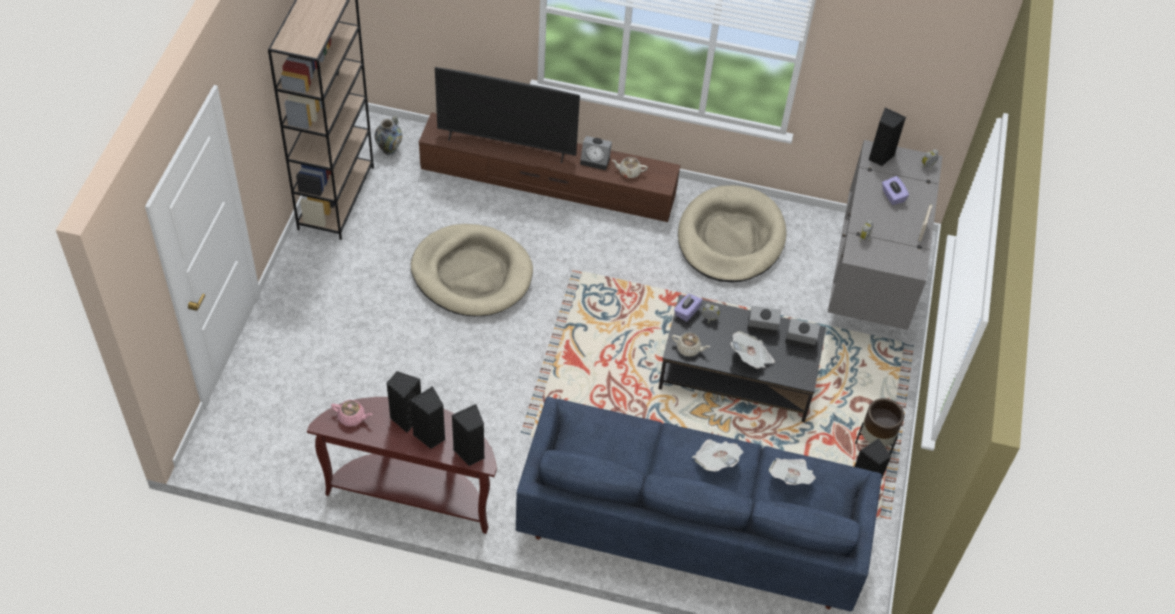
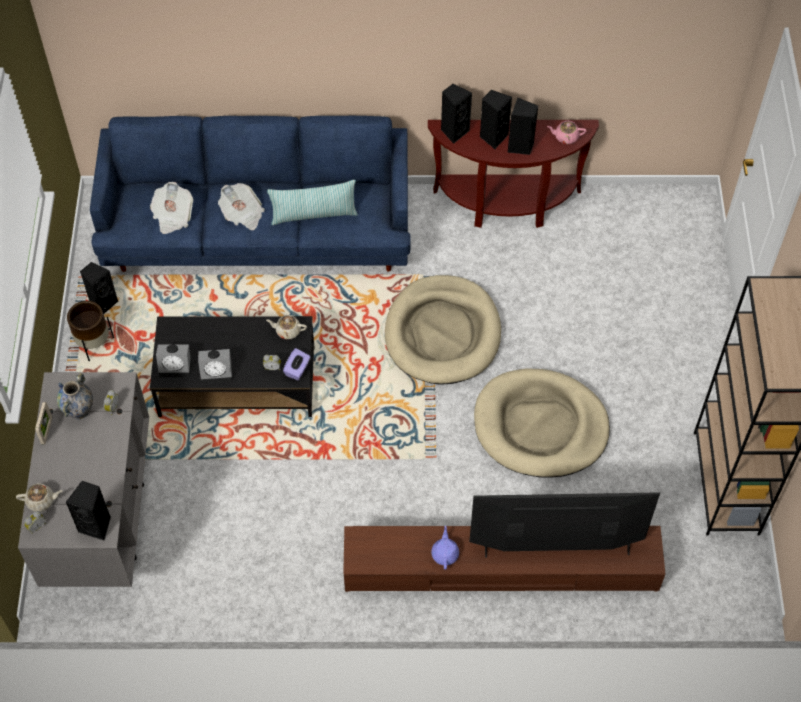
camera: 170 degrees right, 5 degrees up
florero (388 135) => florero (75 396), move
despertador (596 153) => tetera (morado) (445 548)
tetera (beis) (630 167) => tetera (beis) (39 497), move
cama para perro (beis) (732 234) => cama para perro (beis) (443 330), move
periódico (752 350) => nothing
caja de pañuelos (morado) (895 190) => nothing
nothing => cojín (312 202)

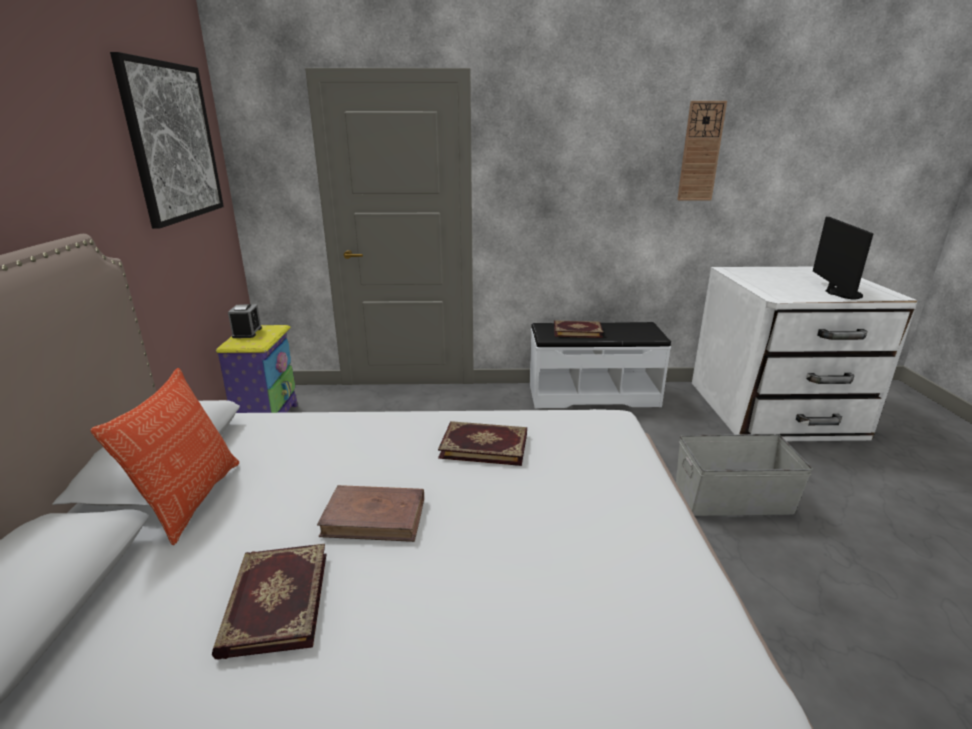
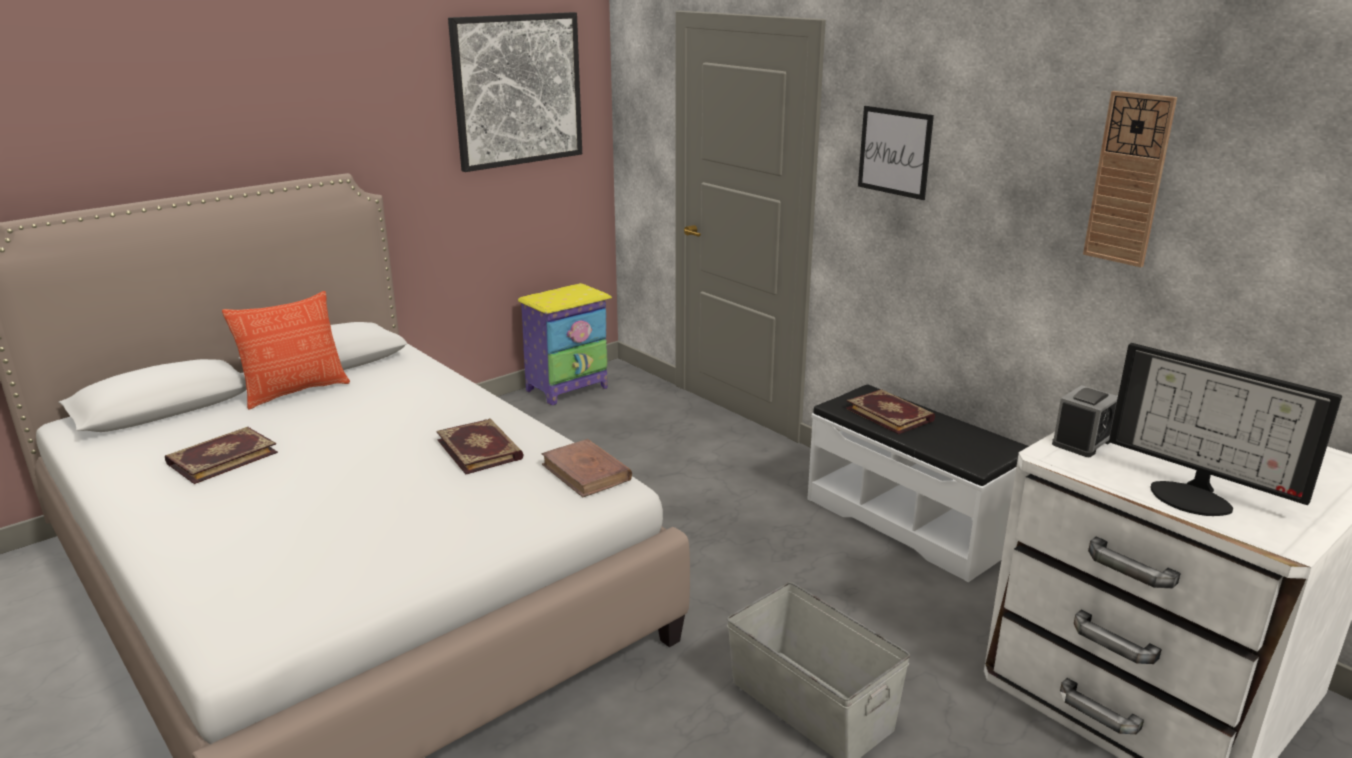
camera: 50 degrees right, 0 degrees up
despertador (245 321) => despertador (1085 421), move
libro (marrón) (370 513) => libro (marrón) (586 468), move
monitor (843 258) => monitor (1225 429), 75 degrees clockwise
nothing => cuadro (896 153)

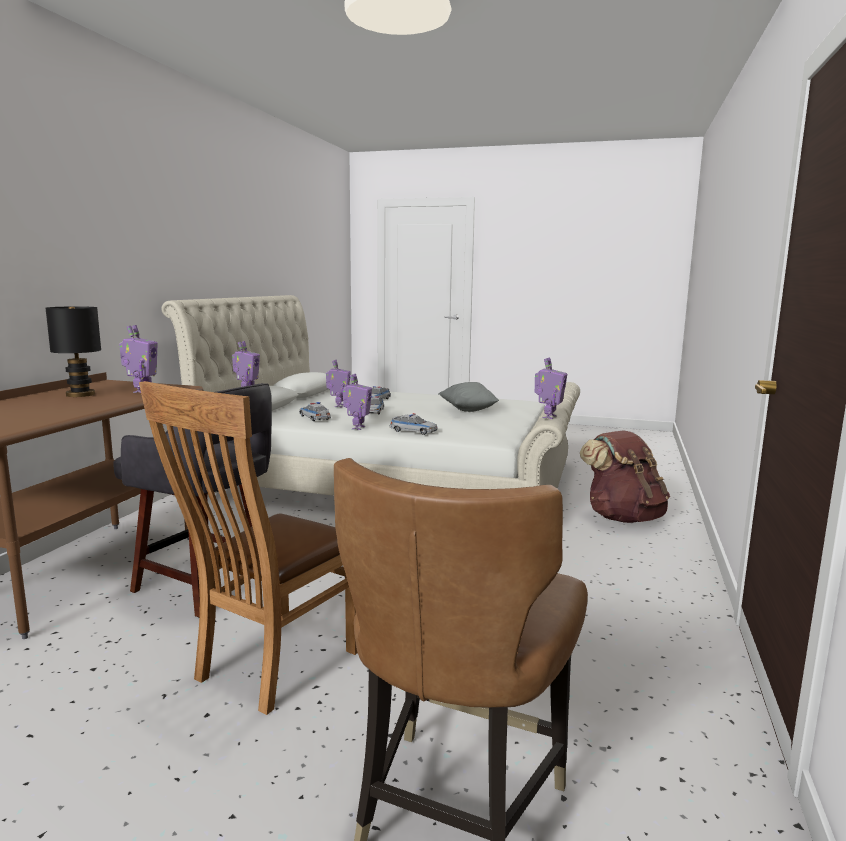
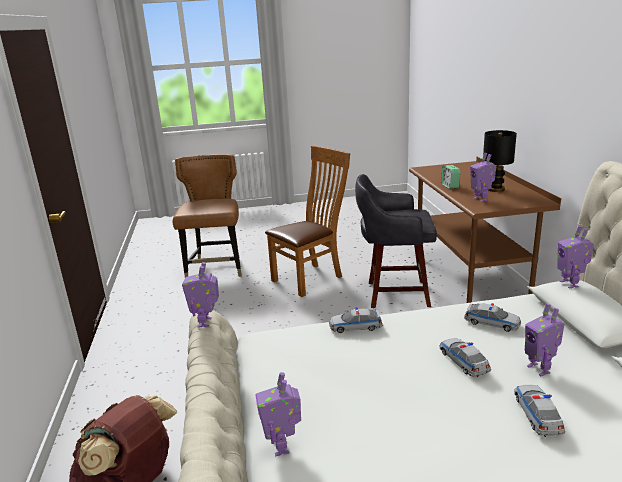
camera: 155 degrees right, 10 degrees up
silla (marrón) (248 548) => silla (marrón) (307 221), 45 degrees clockwise
robot de juguete (357 402) => robot de juguete (278 414), move
cojín (gris) (469 397) => nothing
nothing => despertador (451 177)

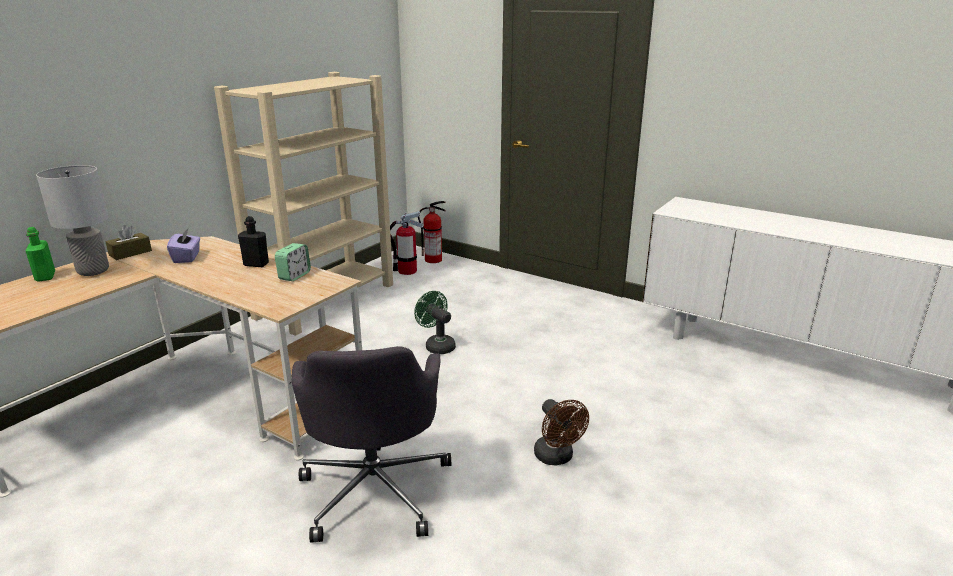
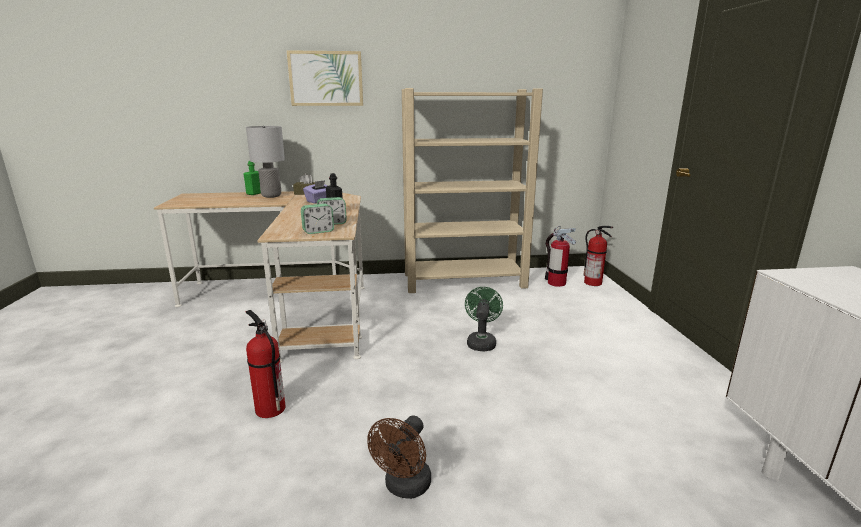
camera: 50 degrees right, 5 degrees down
silla de oficina (gris) (371 444) => extintor (266 364)
nothing => cuadro (325 78)
nothing => despertador (317 219)

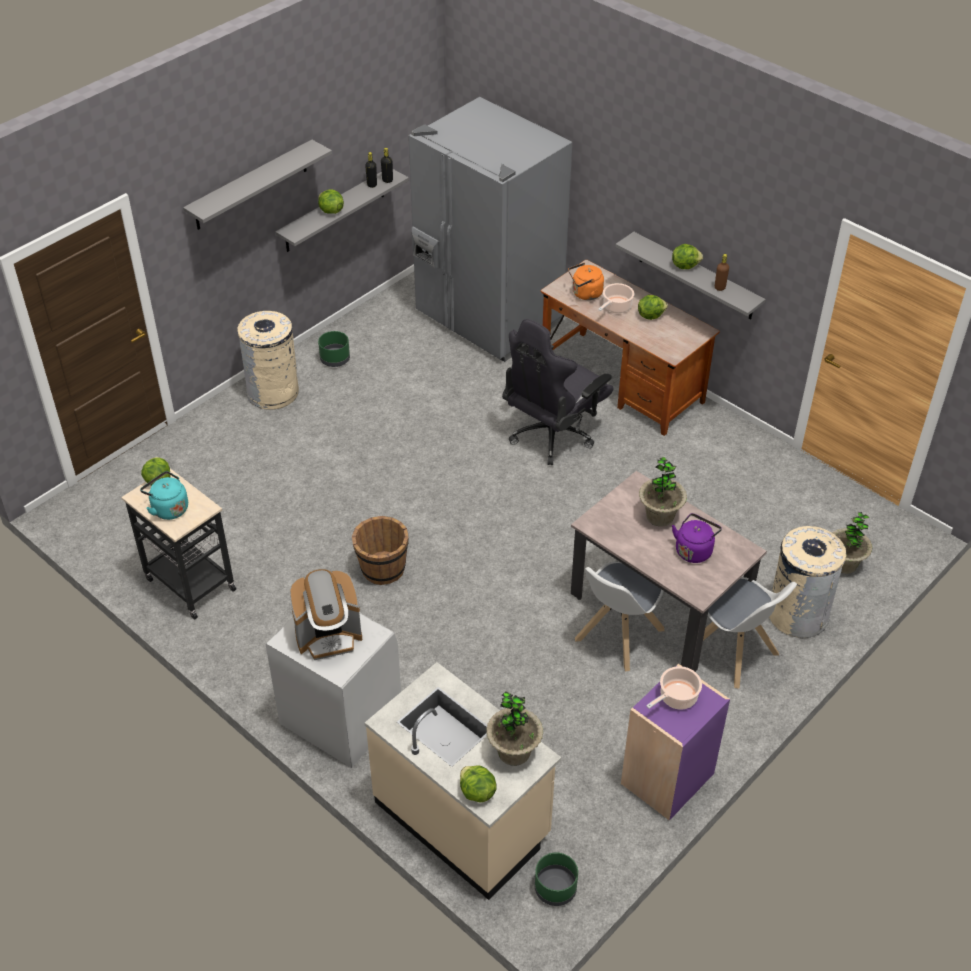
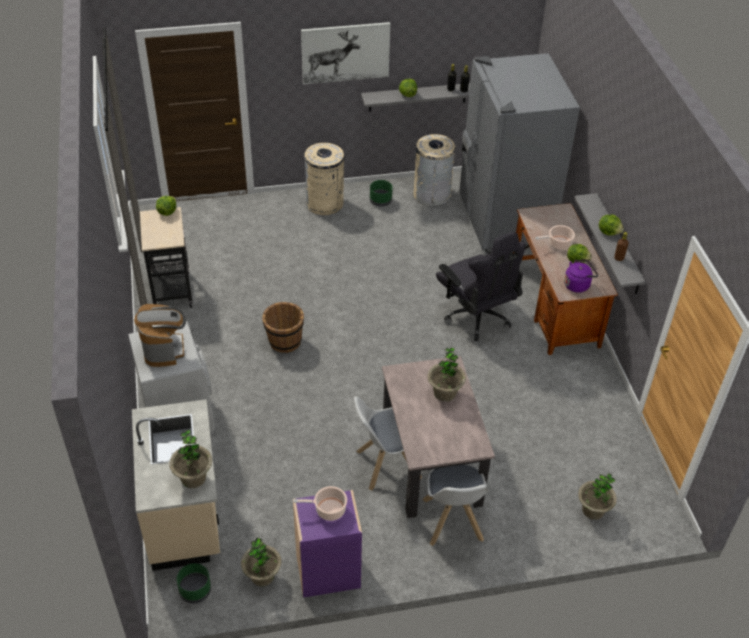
camera: 35 degrees right, 0 degrees up
hervidor (turquesa) (164 495) => nothing
estante (gris) (257 185) => cuadro (345 53)
cafetera (325 614) => cafetera (160 335), 120 degrees counterclockwise
lechuga (478 784) => nothing
silla de oficina (negro) (558 392) => silla de oficina (negro) (481 287), 105 degrees counterclockwise
hervidor (naranja) (586 281) => nothing
hervidor (morado) (697 538) => hervidor (morado) (581 276), move
papelera (beis) (807 582) => papelera (beis) (434 170), move
nothing => planta en maceta (261 561)

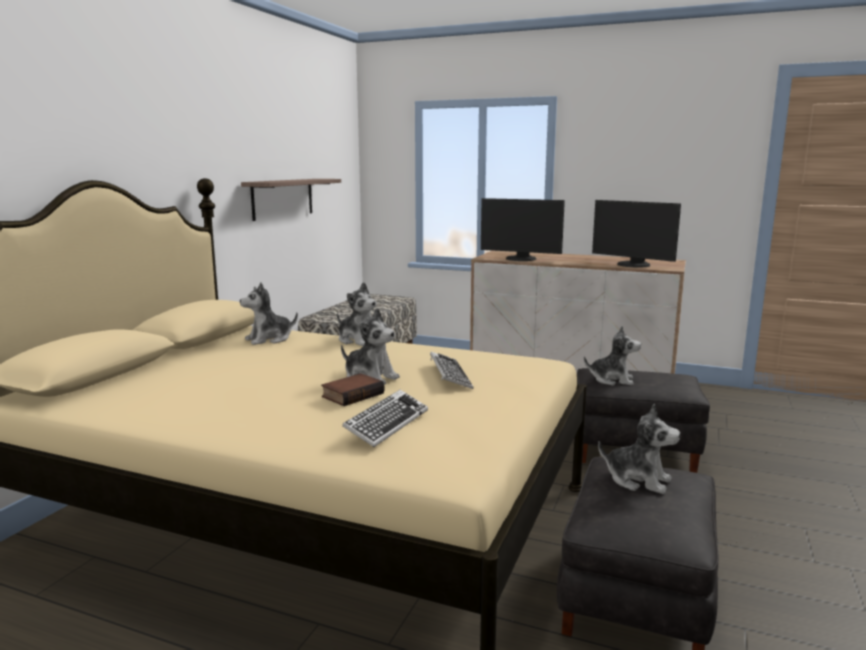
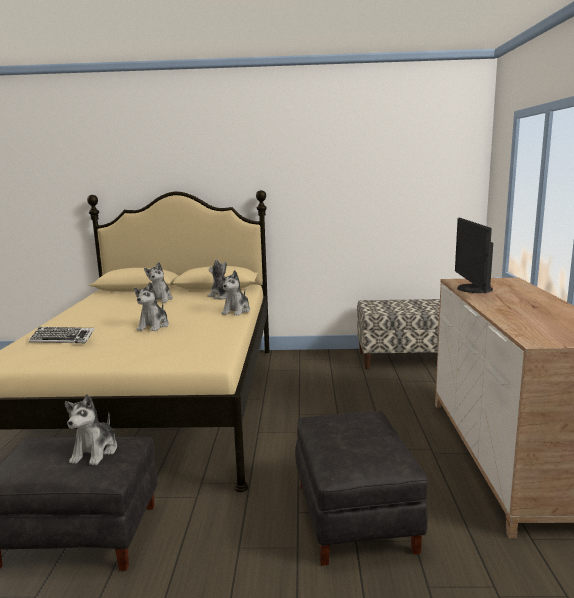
camera: 70 degrees right, 0 degrees up
estante (291 200) => nothing
libro (353 389) => nothing
teclado (451 370) => nothing
peluche (612 356) => peluche (158 282), move
monitor (636 234) => nothing

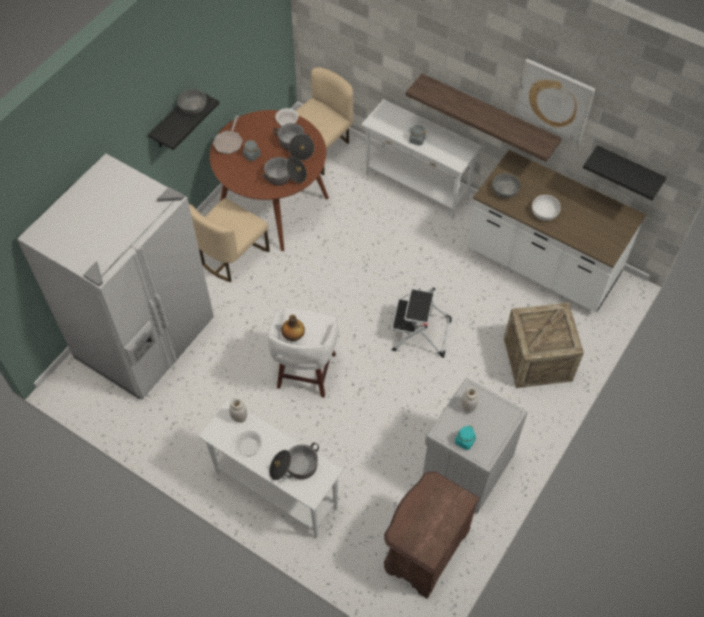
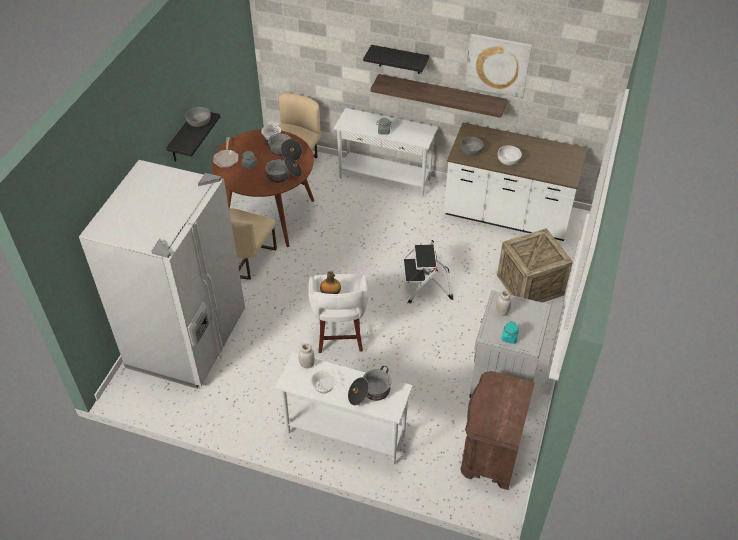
camera: 15 degrees left, 10 degrees down
estante (negro) (625 173) => estante (negro) (396 59), move

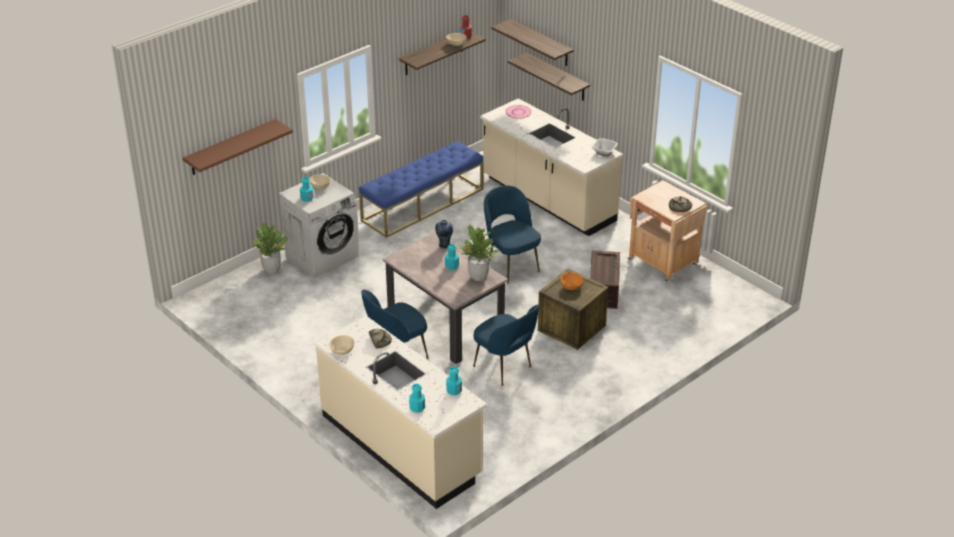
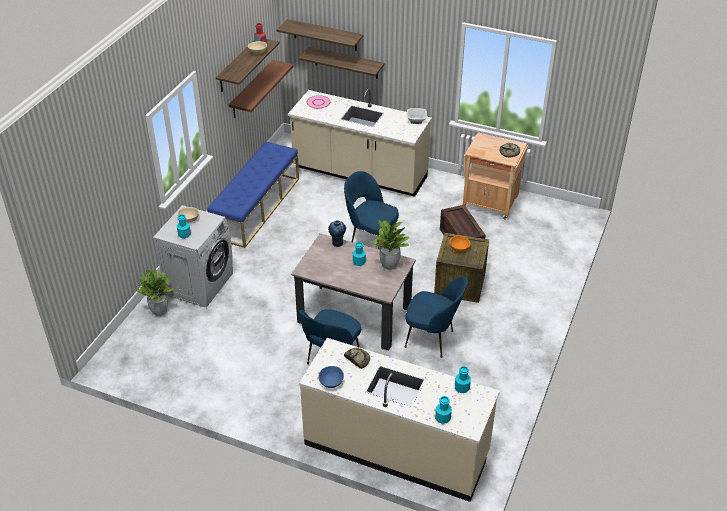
camera: 25 degrees left, 5 degrees up
estante (marrón) (238 147) => estante (marrón) (261 89), move
cuenco (beis) (342 345) => cuenco (azul) (331 377)

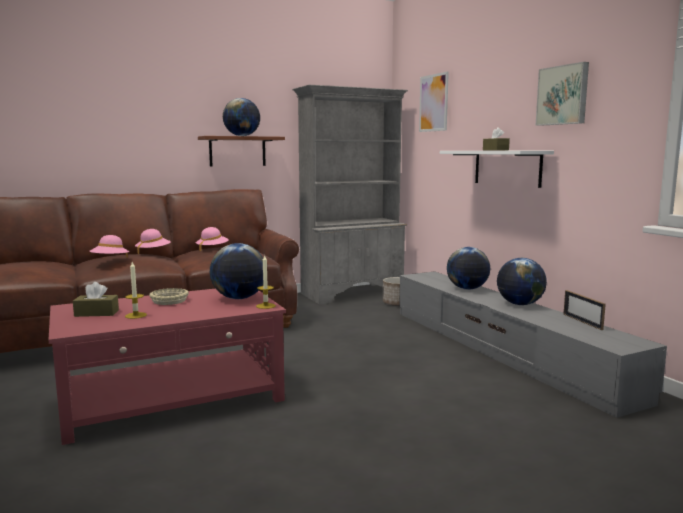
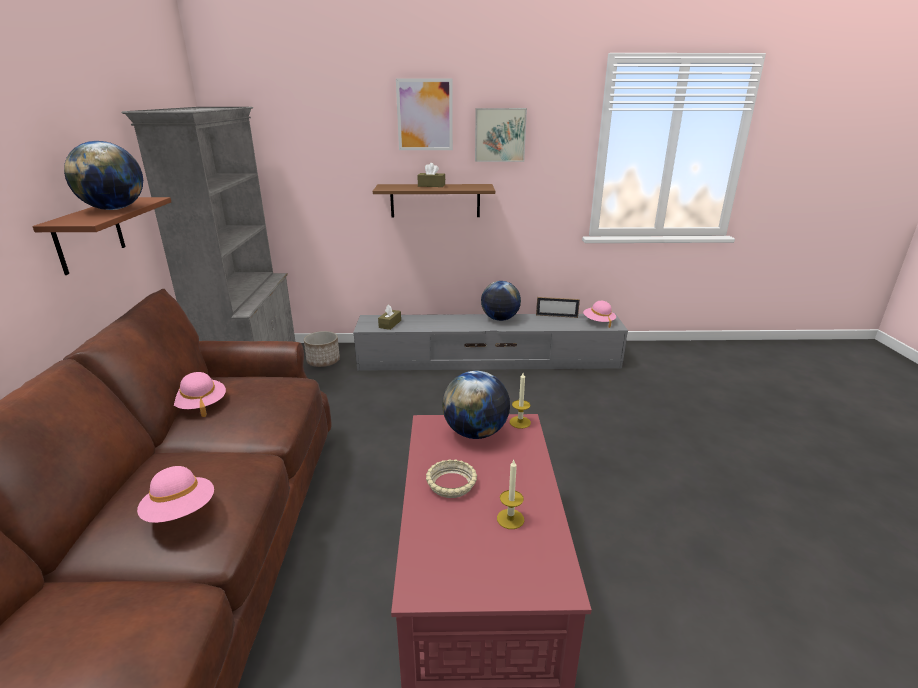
camera: 65 degrees left, 15 degrees up
caja de pañuelos (marrón) (96 299) => caja de pañuelos (marrón) (389 317), move
sombrero (rosa) (153 242) => sombrero (rosa) (599 314), move
cuadro (434 102) => cuadro (424 114), move
estante (blanco) (497 169) => estante (marrón) (434 200)
globo terráqueo (468 268) => nothing

